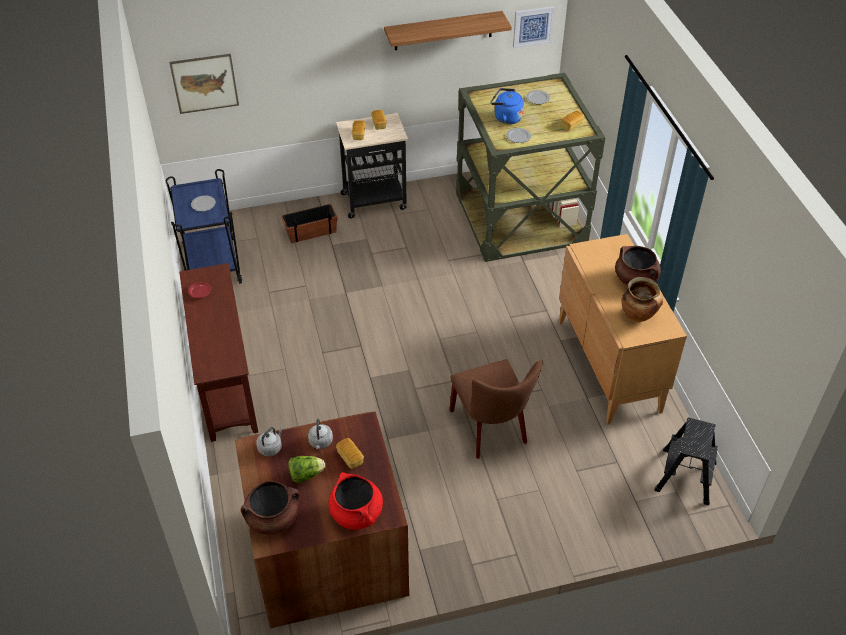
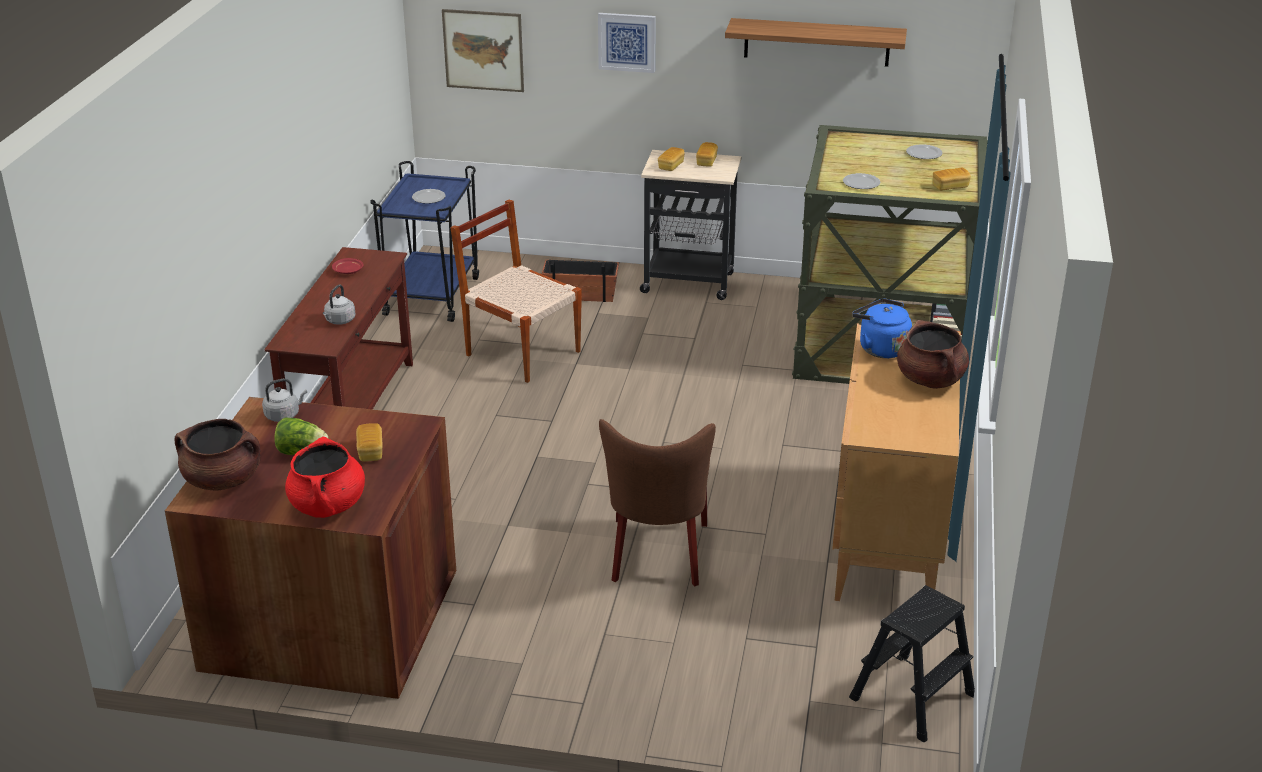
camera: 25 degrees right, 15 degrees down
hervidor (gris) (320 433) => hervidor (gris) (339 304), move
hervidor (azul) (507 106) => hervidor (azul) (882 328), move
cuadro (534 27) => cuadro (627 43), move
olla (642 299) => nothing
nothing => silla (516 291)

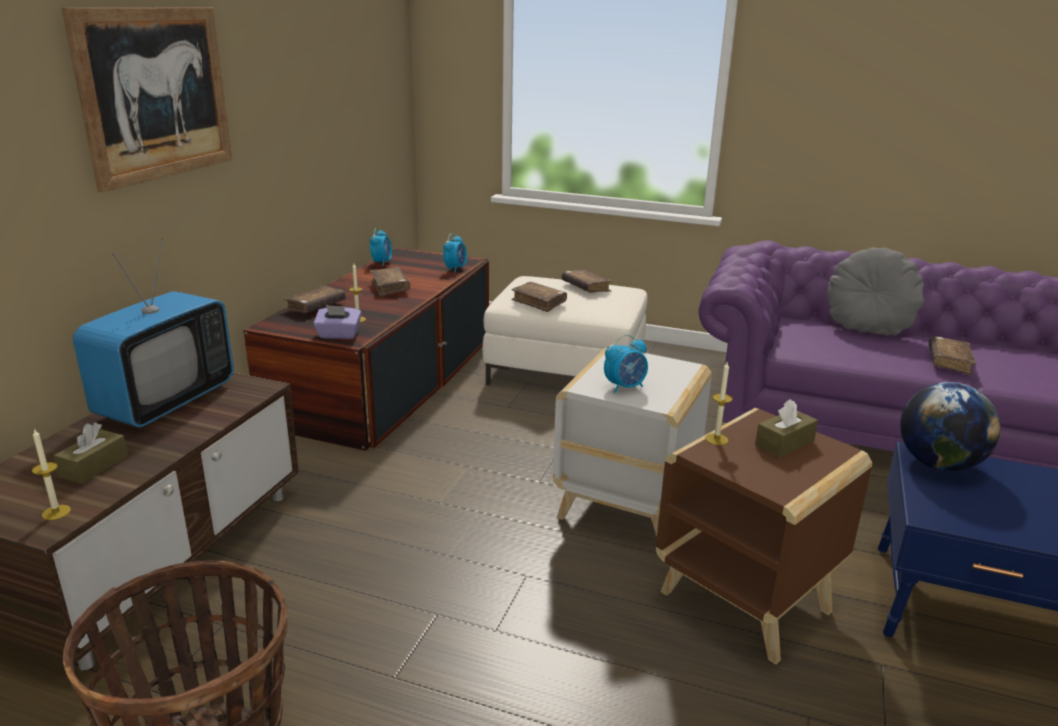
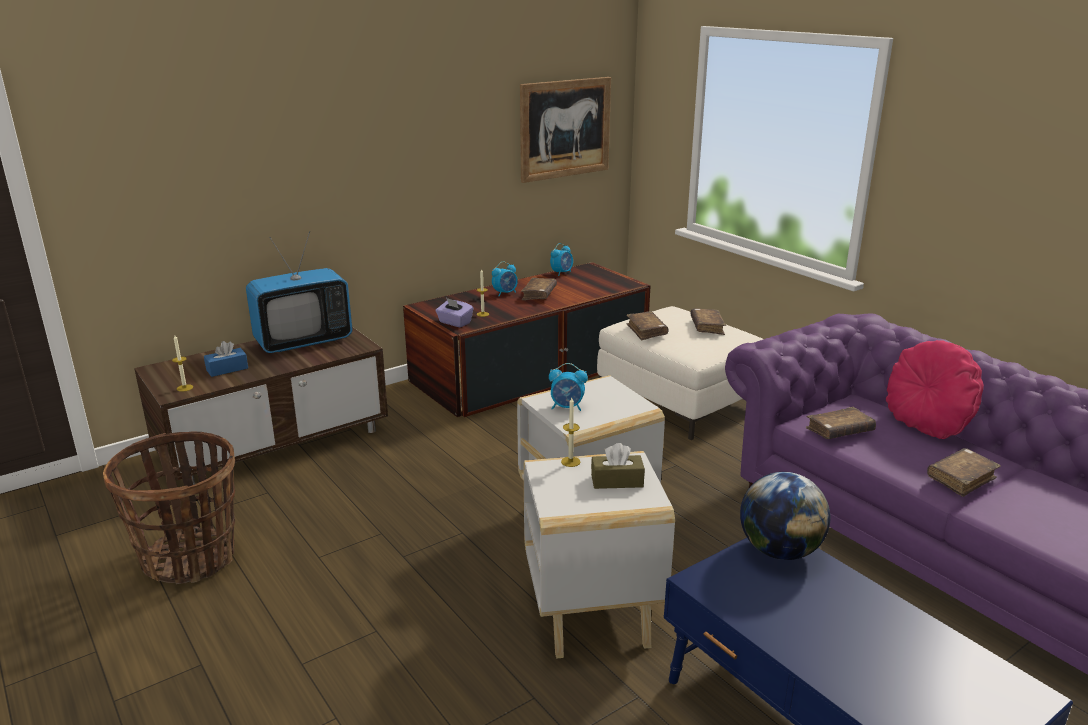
camera: 35 degrees right, 0 degrees up
caja de pañuelos (marrón) (90 453) => caja de pañuelos (azul) (226 359)
cuadro (147 99) => cuadro (565 130), move
libro (marrón) (315 299) => libro (marrón) (841 423), move
despertador (455 253) => despertador (505 279), move
mesa auxiliar (marrón) (764 536) => mesa auxiliar (blanco) (599 555)
cojín (gris) (875 291) => cojín (rosa) (935 389)

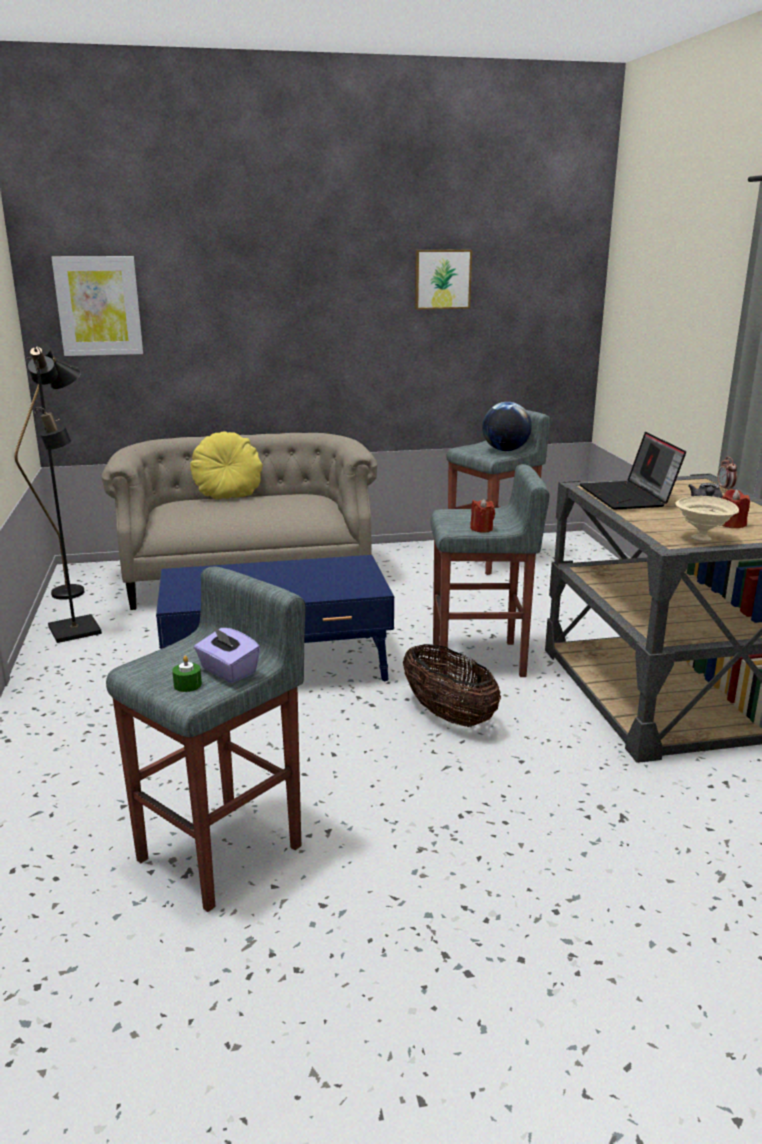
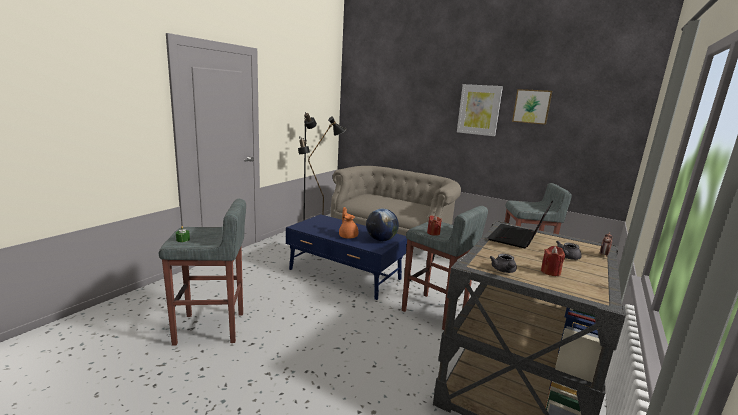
camera: 40 degrees right, 5 degrees down
cuadro (97 306) => cuadro (480 110), move
cojín (amarillo) (226 465) => nothing
caja de pañuelos (morado) (227 654) => nothing
cesta (452 685) => nothing
globo terráqueo (507 426) => globo terráqueo (382 225), move
cuenco (beis) (707 519) => tetera (gris) (503 263)
nothing => tetera (naranja) (349 223)

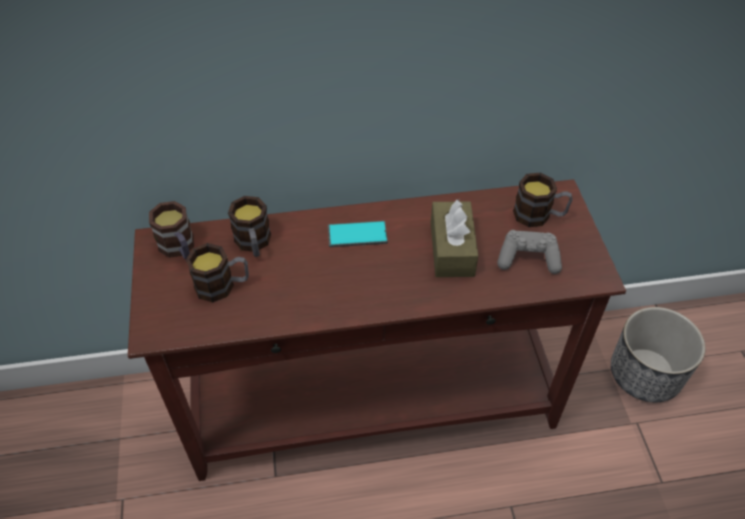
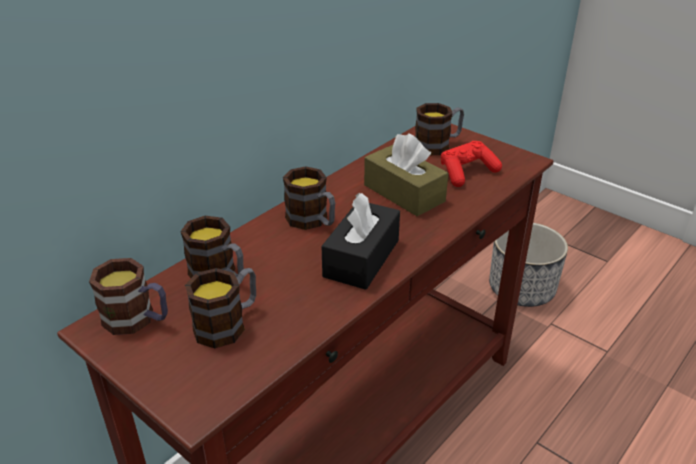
camera: 40 degrees left, 15 degrees down
móvil (358 234) => taza grande (309 198)
mando de consola (gris) (529 252) => mando de consola (rojo) (471 164)
nothing => caja de pañuelos (negro) (361 241)

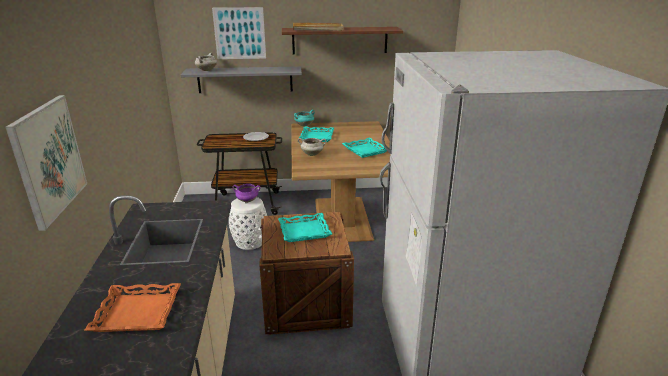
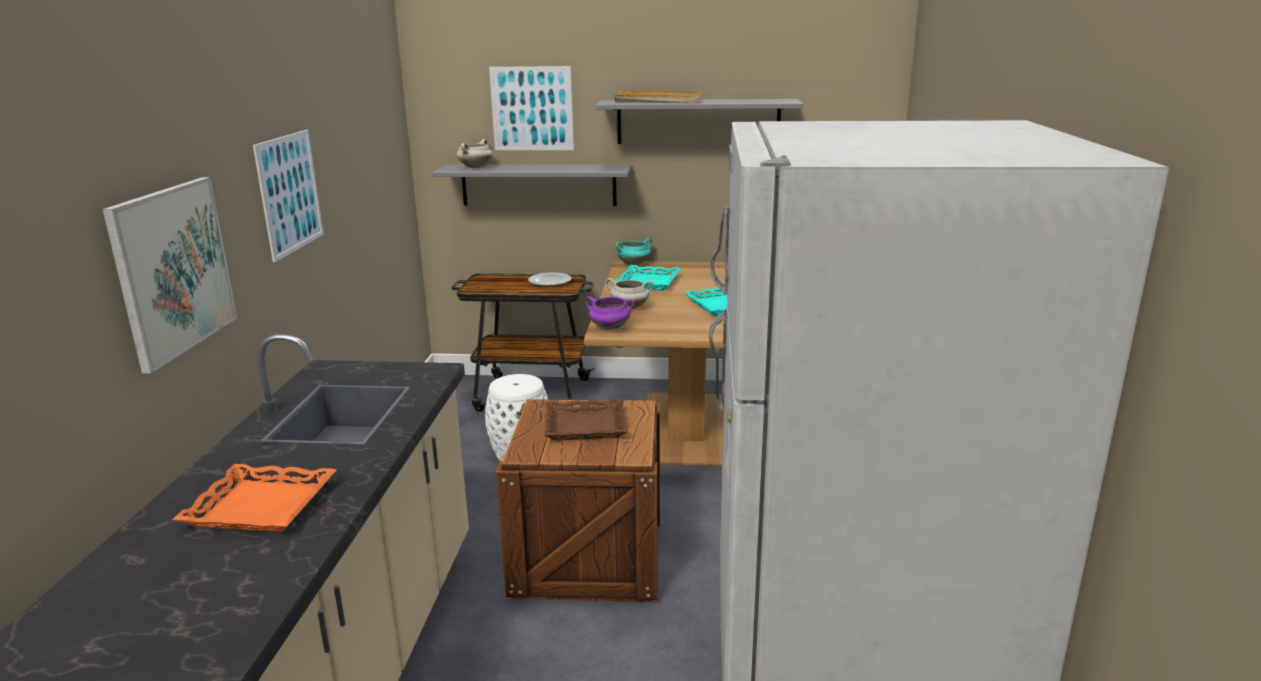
camera: 10 degrees right, 5 degrees down
olla (morado) (246 193) => olla (morado) (609 313), move
bandeja (turquesa) (305 227) => bandeja (marrón) (586 420)
estante (marrón) (342 40) => estante (gris) (699 121)
nothing => cuadro (288 196)

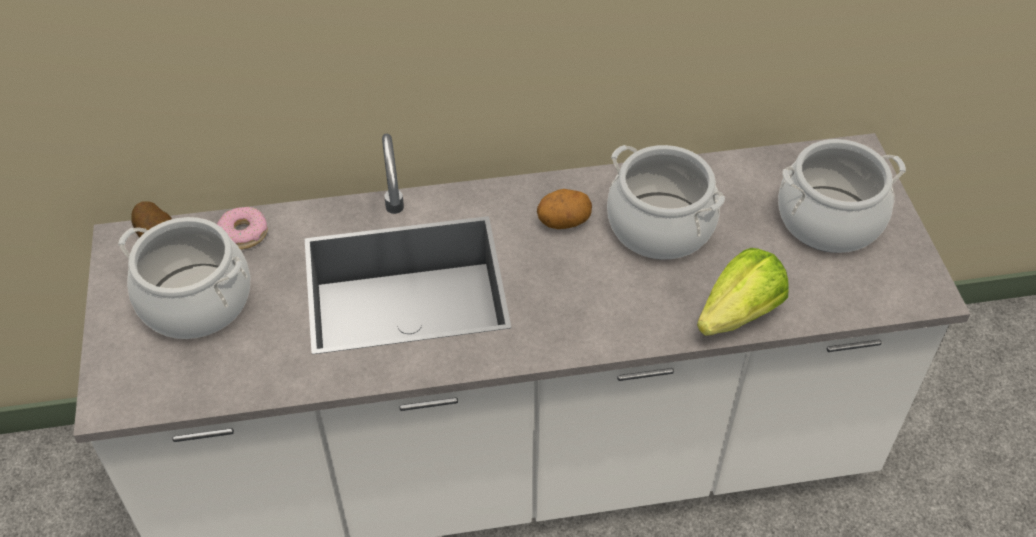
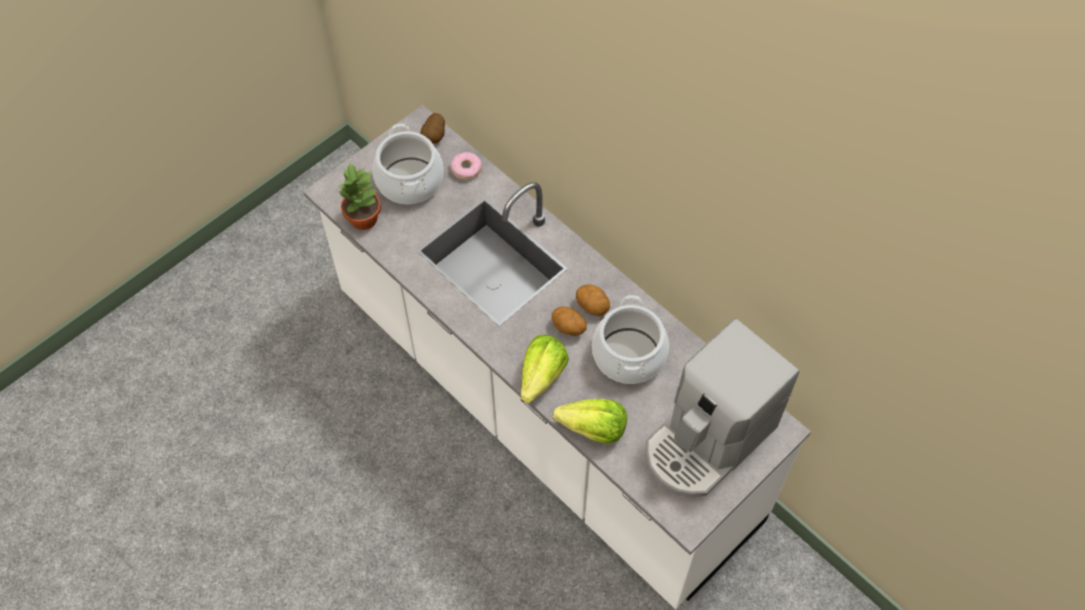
camera: 55 degrees right, 10 degrees up
olla (842 196) => cafetera (722 407)
nothing => planta en maceta (359 196)
nothing => lechuga (545 369)
nothing => patata (569 321)

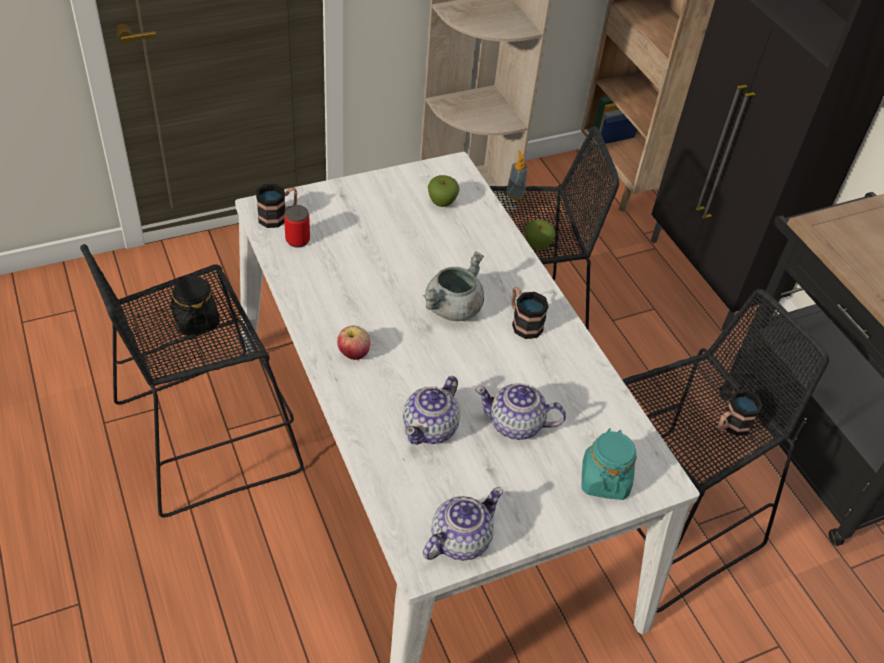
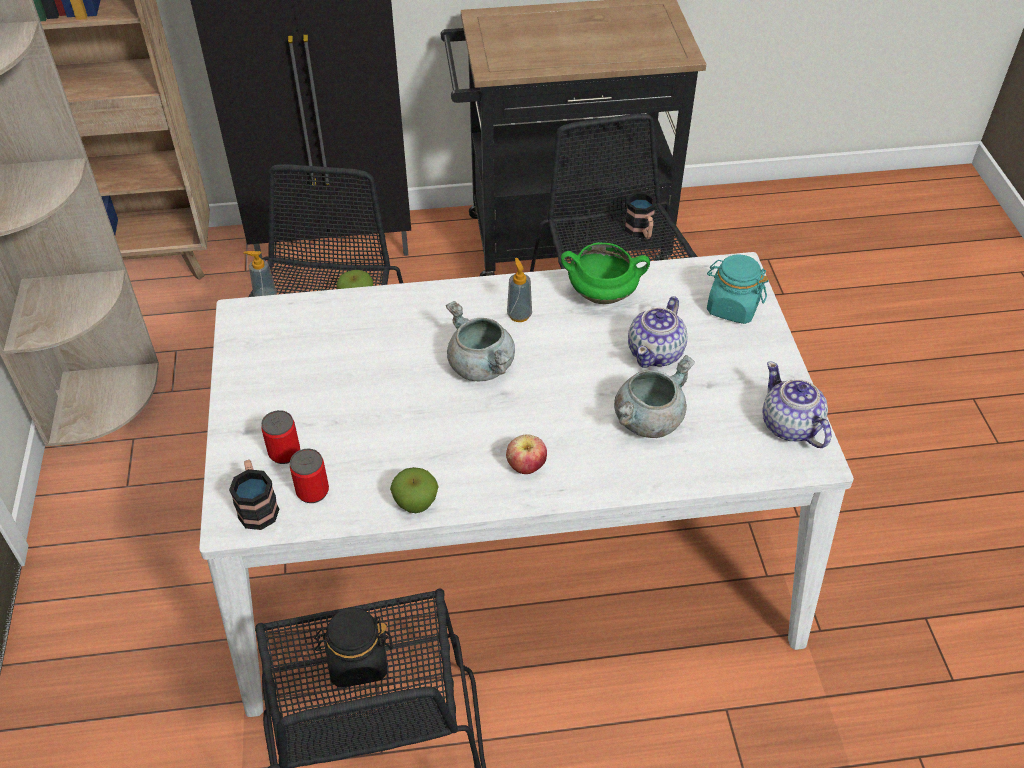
camera: 70 degrees left, 0 degrees up
tetera (431 410) => olla (gris) (654 396)
manzana (444 191) => manzana (414 490), move
taza grande (530 313) => dispensador de jabón (519 290)
nothing => lata (280 437)
nothing => olla (verde) (605 273)

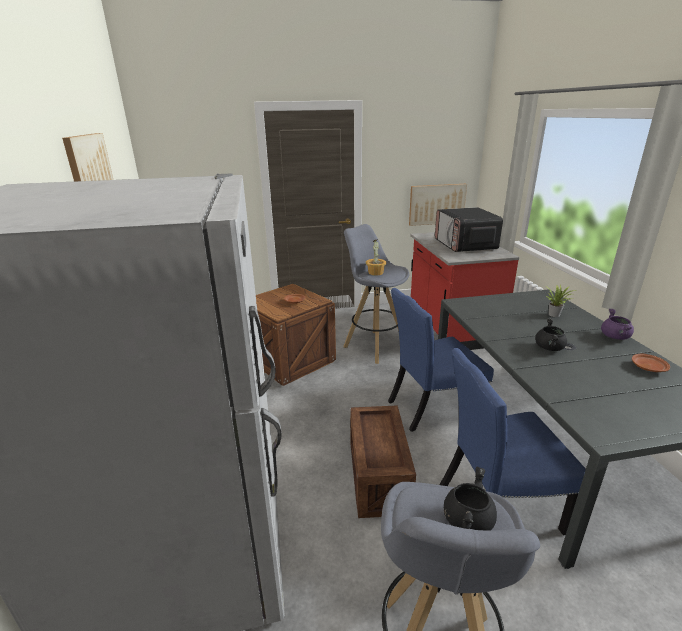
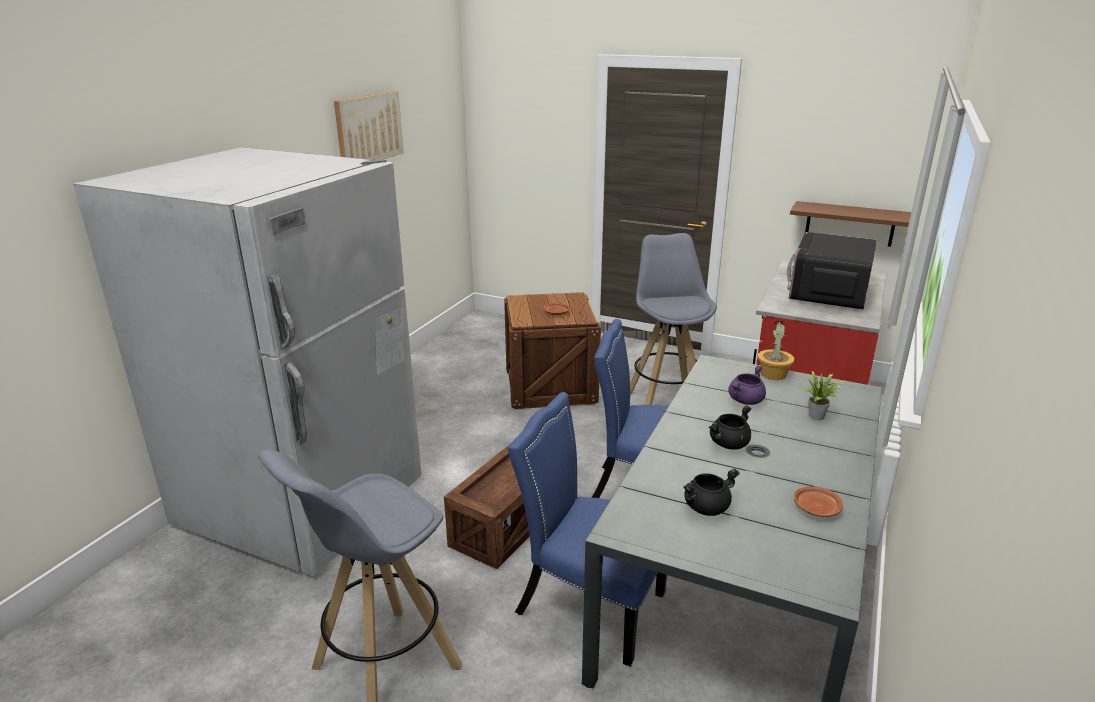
camera: 35 degrees right, 0 degrees up
planta en maceta (376 257) => planta en maceta (776 350), move
cuadro (438 205) => estante (marrón) (850 224)
olla (negro) (470 498) => olla (negro) (711 492), move
olla (morado) (617 324) => olla (morado) (747 385), move

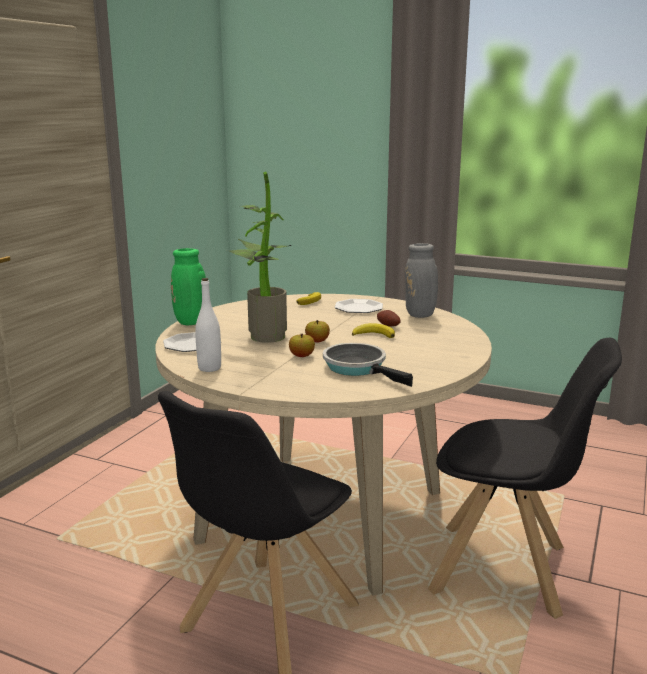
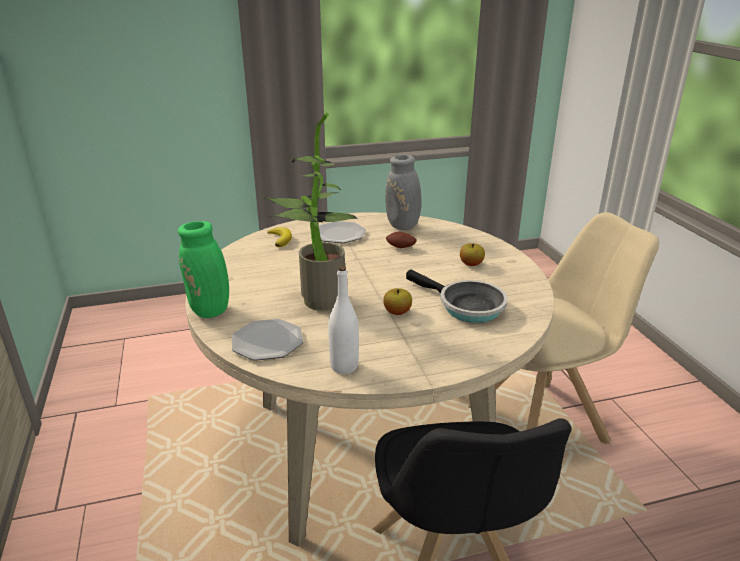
camera: 40 degrees left, 10 degrees up
manzana (317 331) => manzana (472 254), move
sartén (368 365) => sartén (457 296), 150 degrees counterclockwise
plátano (373 330) => nothing
silla (negro) (525 478) => silla (beis) (563 328)

